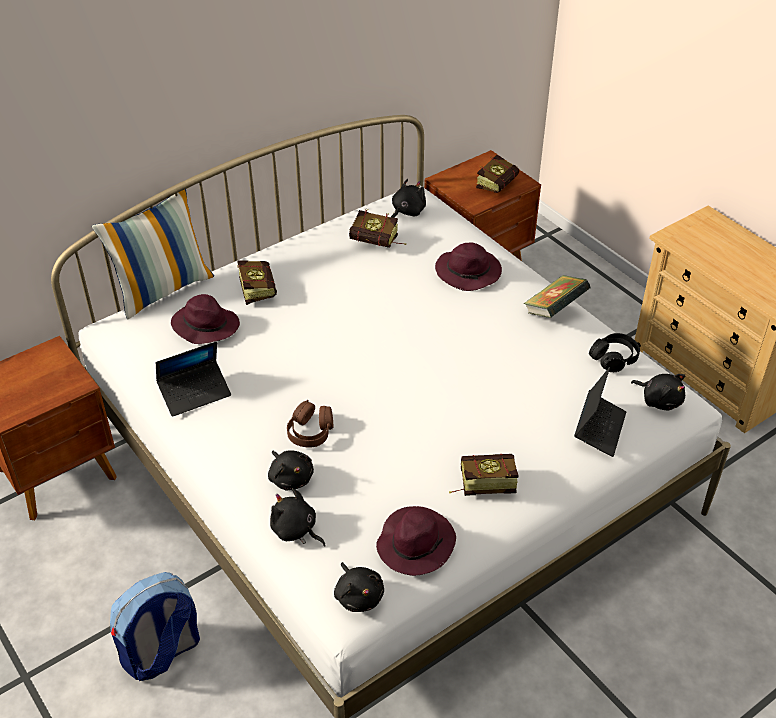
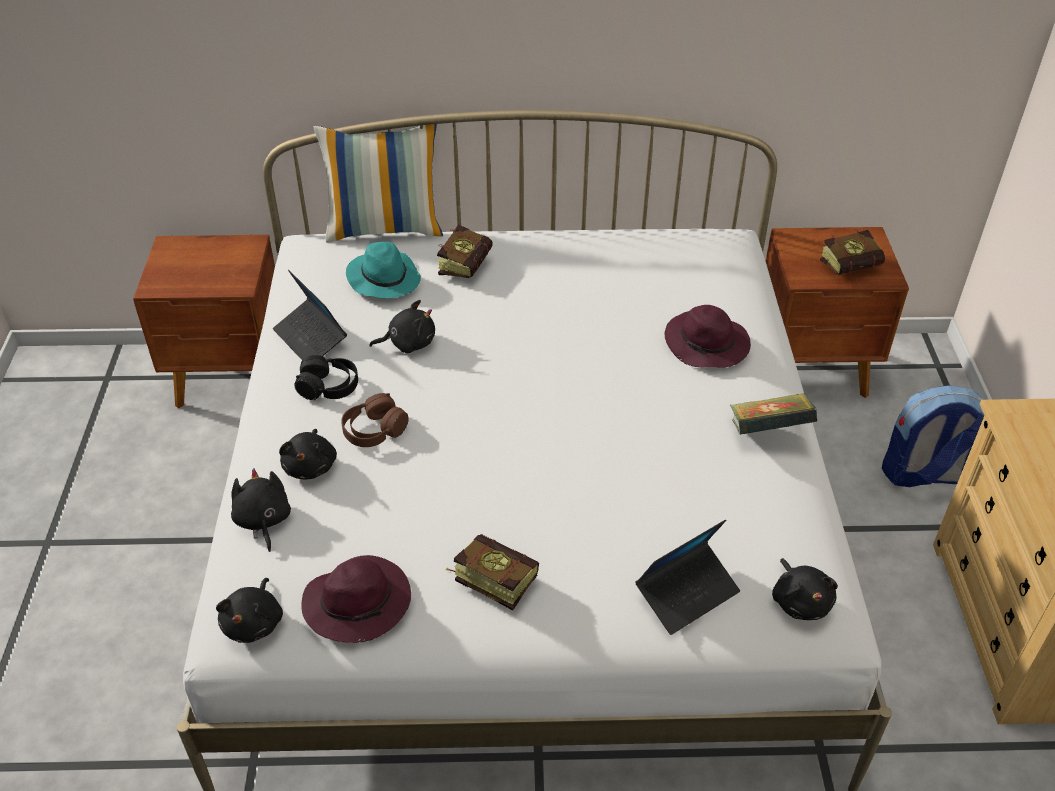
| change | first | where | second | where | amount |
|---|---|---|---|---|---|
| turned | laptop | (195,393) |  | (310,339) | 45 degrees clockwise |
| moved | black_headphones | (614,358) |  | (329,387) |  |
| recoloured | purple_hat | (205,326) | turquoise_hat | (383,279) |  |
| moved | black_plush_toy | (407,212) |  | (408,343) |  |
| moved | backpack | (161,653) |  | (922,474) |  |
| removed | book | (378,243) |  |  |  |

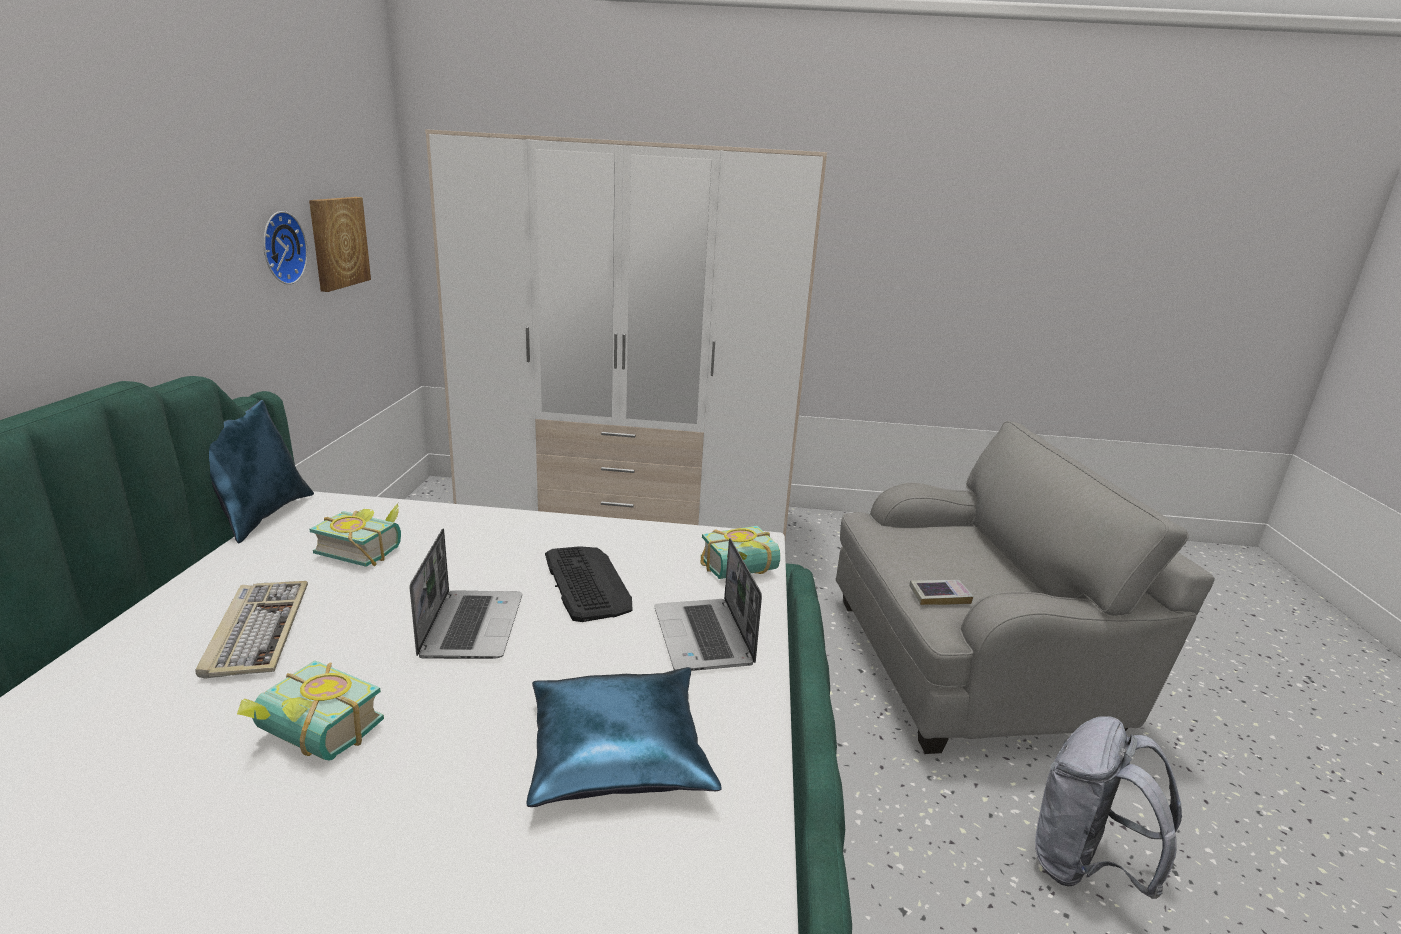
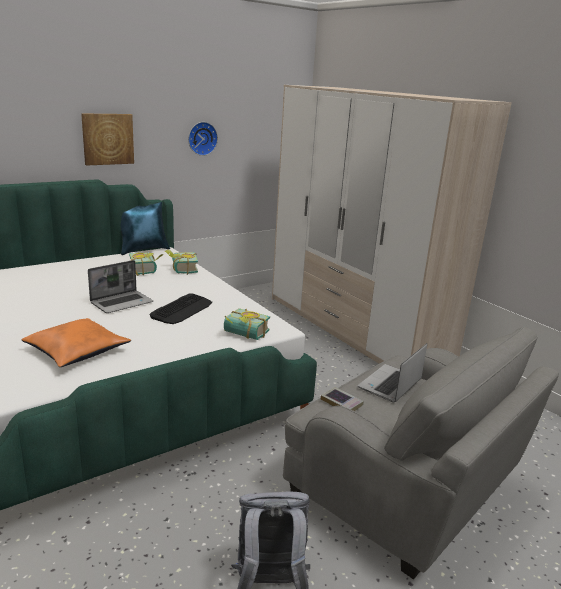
| change | first | where | second | where | amount |
|---|---|---|---|---|---|
| recoloured | blue_pillow | (618,751) | orange_pillow | (77,351) |  |
| moved | picture | (338,242) |  | (108,139) |  |
| moved | book | (312,738) |  | (181,270) |  |
| moved | laptop | (704,637) |  | (390,385) |  |
| removed | keyboard | (257,630) |  |  |  |

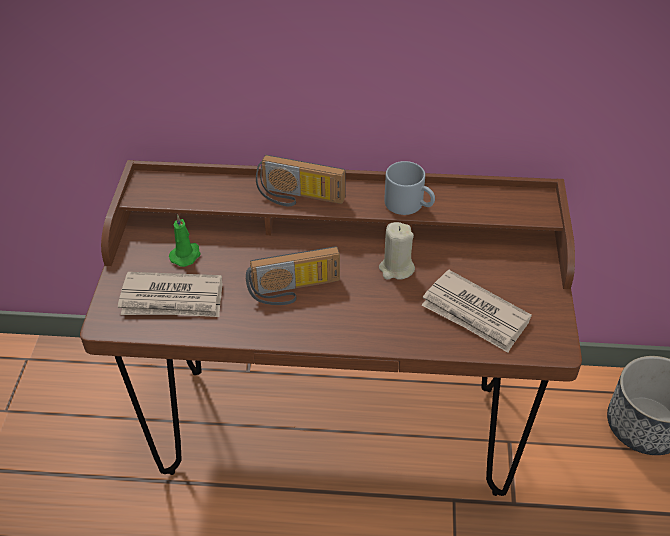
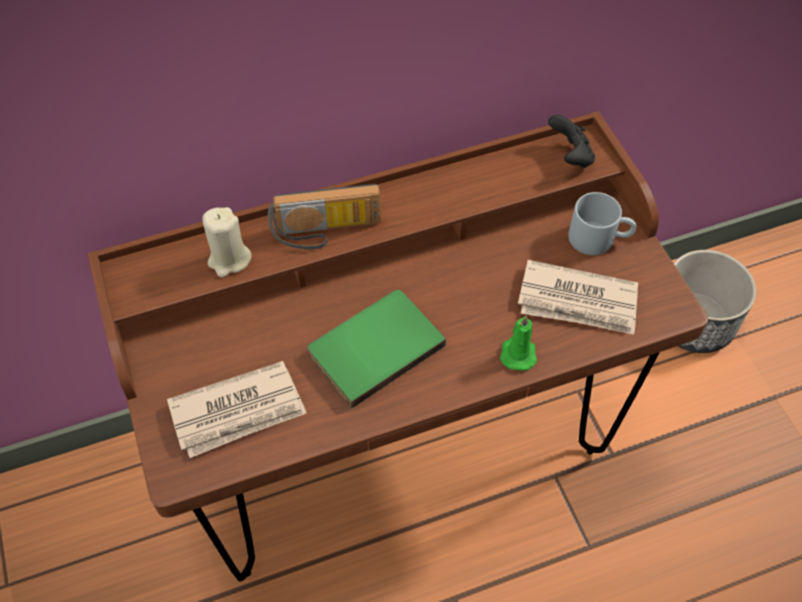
| change | first | where | second | where | amount |
|---|---|---|---|---|---|
| moved | beige_candle | (396,268) |  | (229,259) |  |
| replaced | radio | (294,291) | green_book | (373,347) |  |
| moved | green_candle | (186,255) |  | (518,352) |  |
| added |  |  | black_game_controller | (570,156) |  |
| moved | grey_mug | (410,204) |  | (599,238) |  |

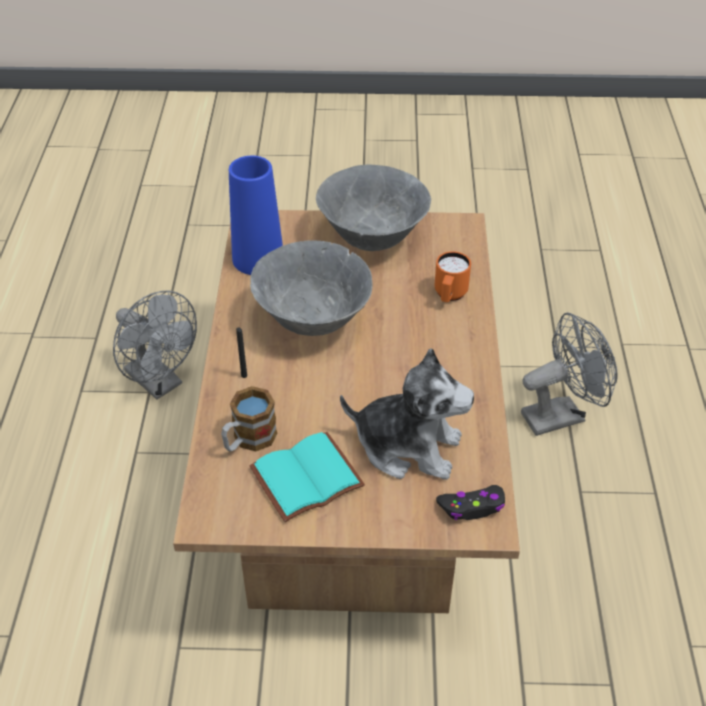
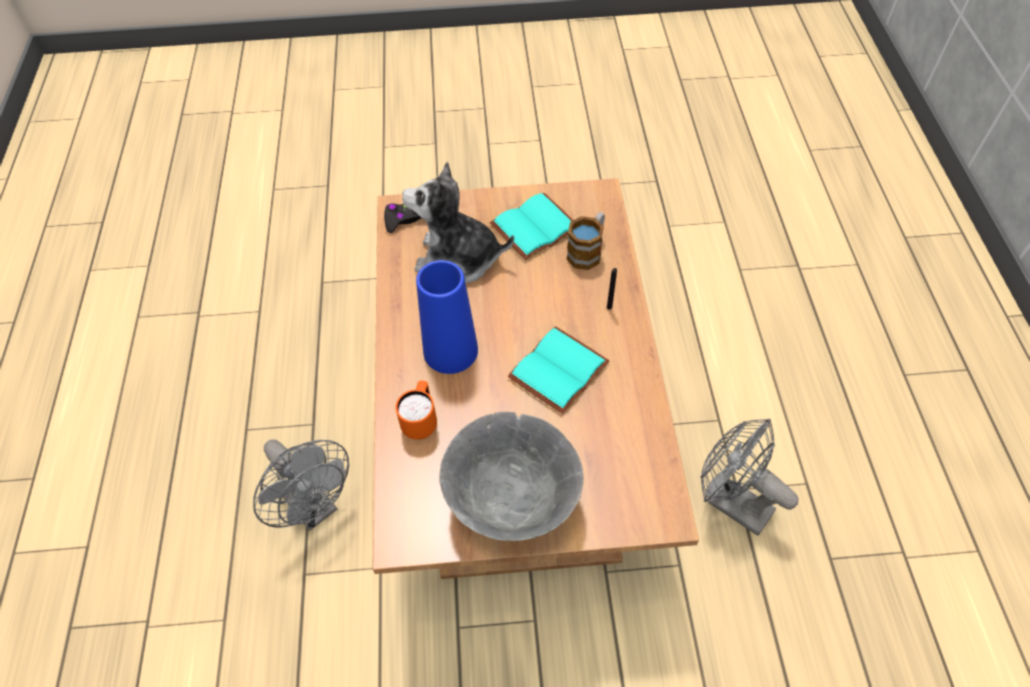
| change | first | where | second | where | amount |
|---|---|---|---|---|---|
| turned | grey_fan | (561,414) |  | (315,507) | 105 degrees counterclockwise |
| moved | blue_vase | (258,258) |  | (450,350) |  |
| replaced | grey_bowl | (312,322) | turquoise_book | (559,372) |  |

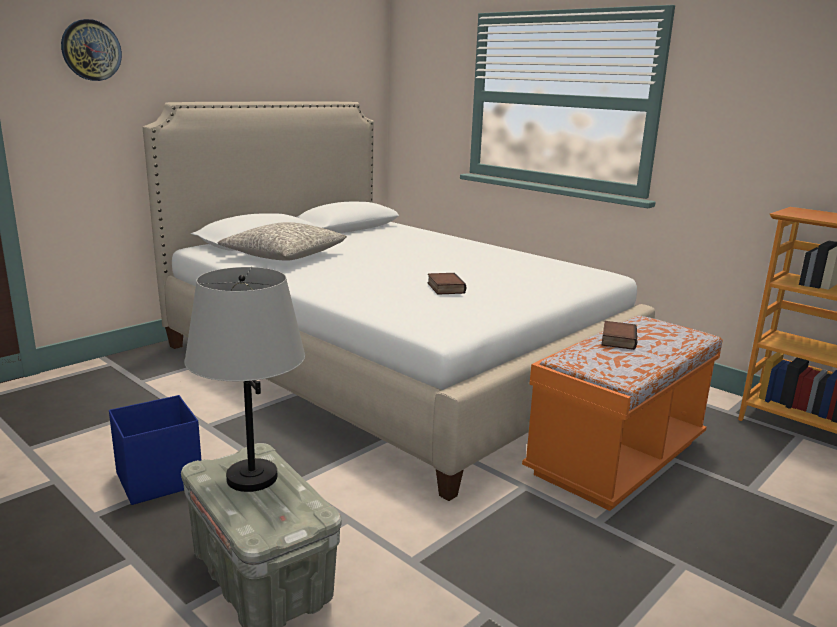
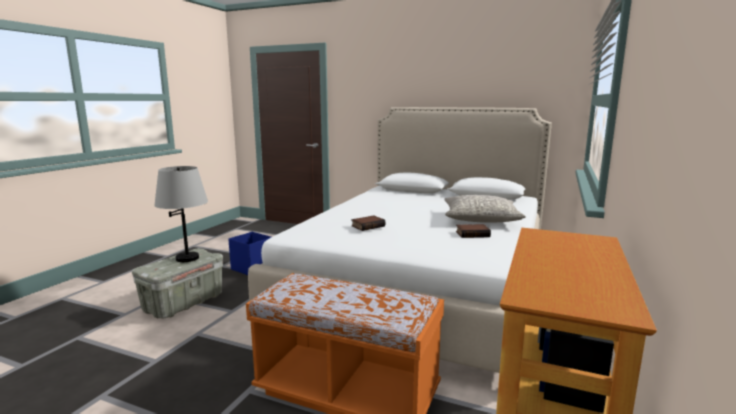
| change | first | where | second | where | amount |
|---|---|---|---|---|---|
| moved | grey_pillow | (284,255) |  | (480,219) |  |
| moved | book | (617,339) |  | (473,234) |  |
| removed | wall_clock | (91,50) |  |  |  |

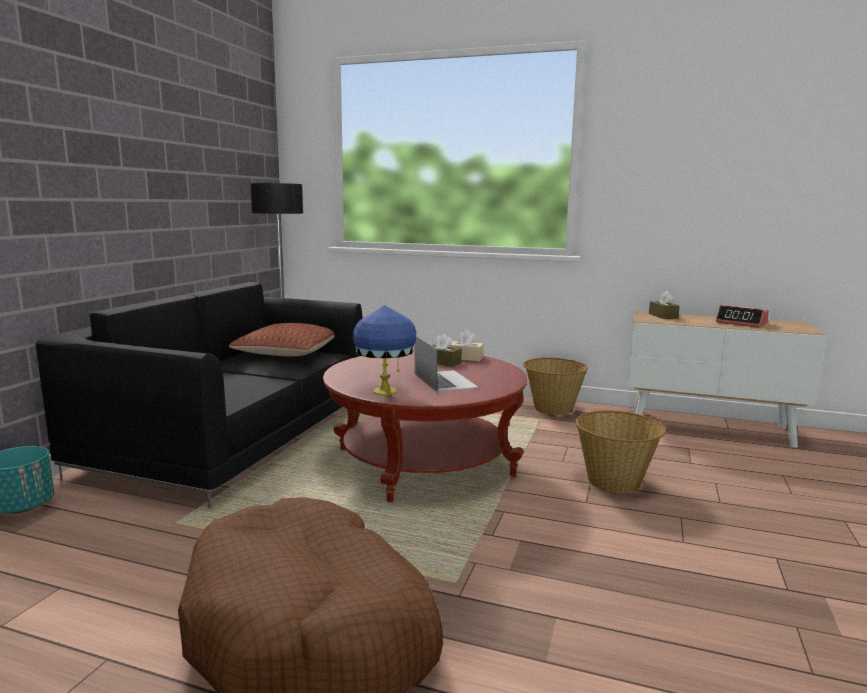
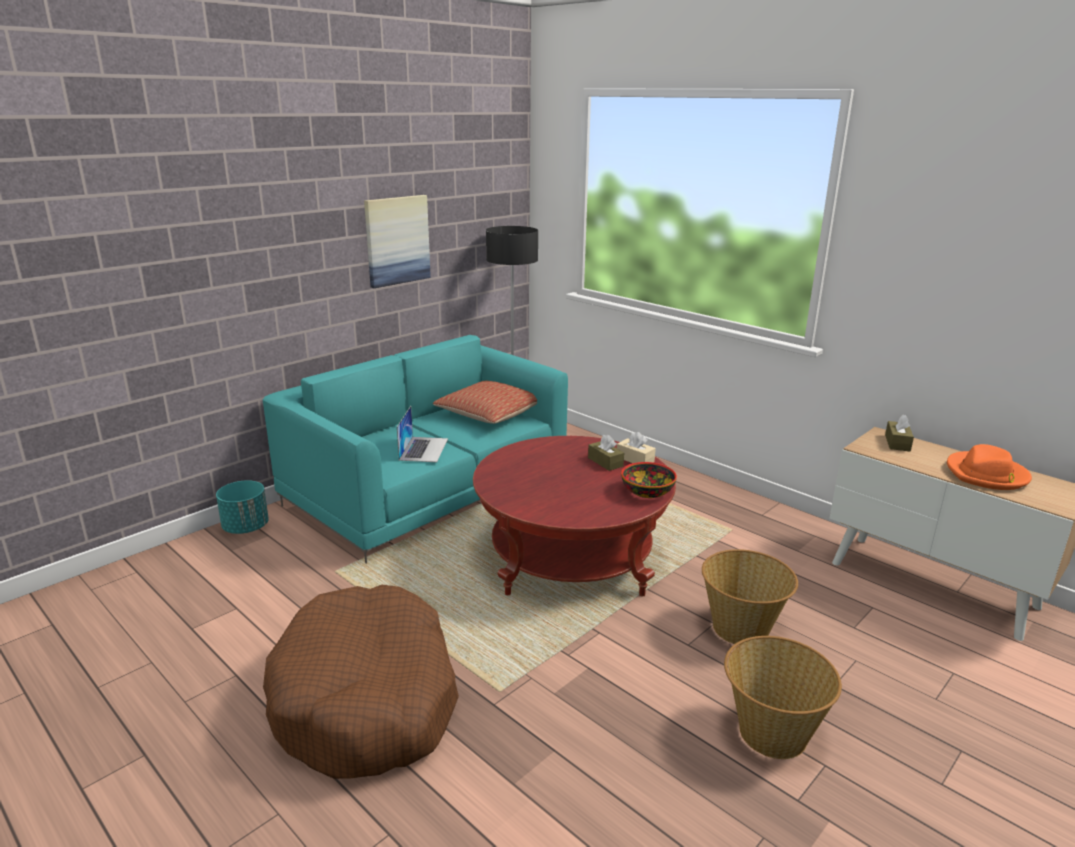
| change | first | where | second | where | amount |
|---|---|---|---|---|---|
| recoloured | black_sofa | (232,437) | turquoise_sofa | (428,488) |  |
| added |  |  | picture | (397,240) |  |
| moved | laptop | (445,380) |  | (424,449) |  |
| added |  |  | bowl | (648,492) |  |
| moved | basket | (552,408) |  | (771,732) |  |
| replaced | alarm_clock | (741,323) | orange_hat | (986,474) |  |
| removed | blue_table_lamp | (385,392) |  |  |  |

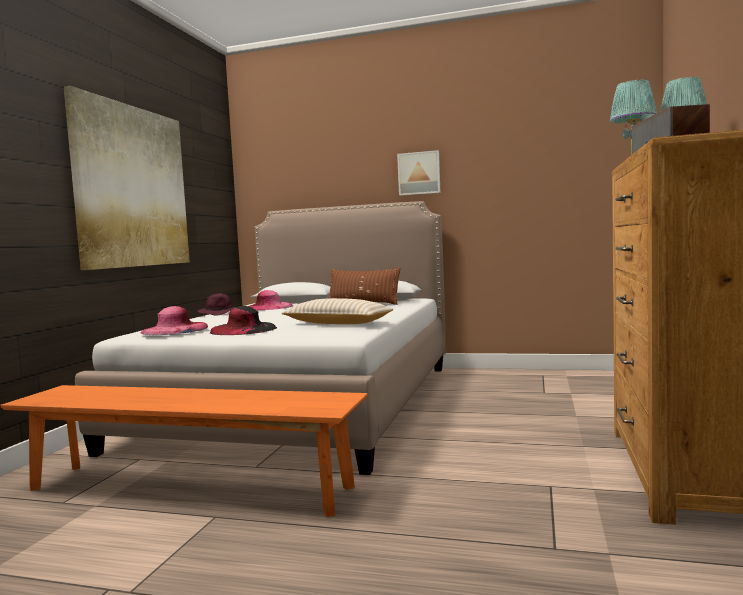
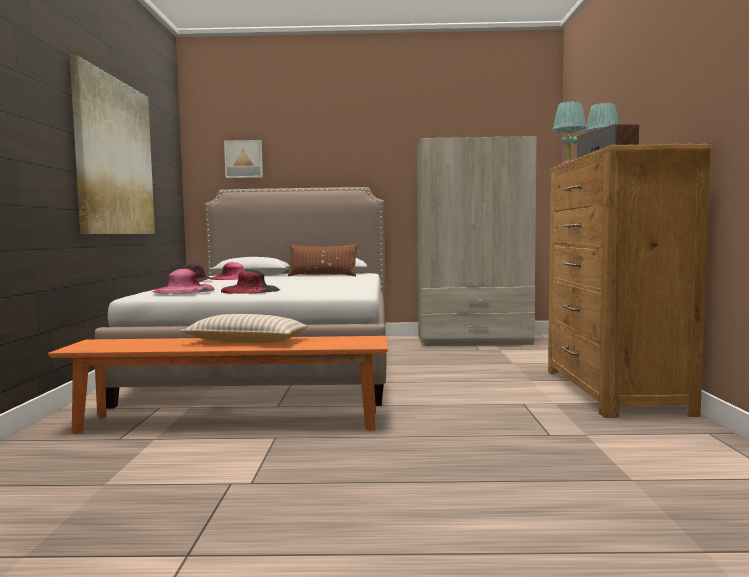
| change | first | where | second | where | amount |
|---|---|---|---|---|---|
| moved | beige_pillow | (337,323) |  | (246,342) |  |
| moved | picture | (419,173) |  | (244,159) |  |
| added |  |  | beige_wardrobe | (474,340) |  |

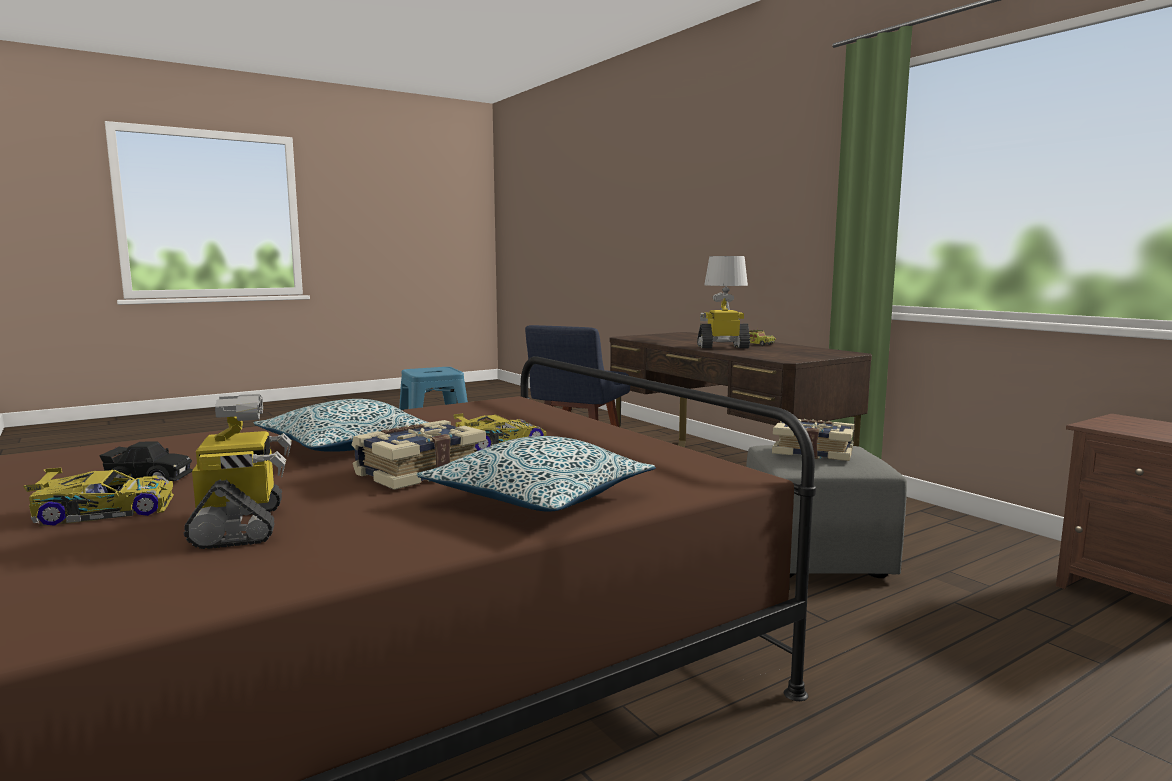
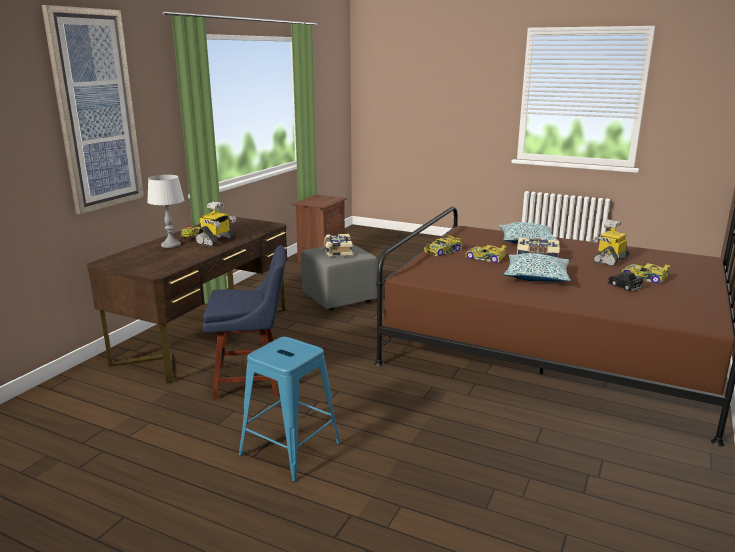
| change | first | where | second | where | amount |
|---|---|---|---|---|---|
| added |  |  | picture | (95,111) |  |
| turned | toy_robot | (723,347) |  | (216,241) | 120 degrees counterclockwise |
| added |  |  | toy_car | (443,251) |  |

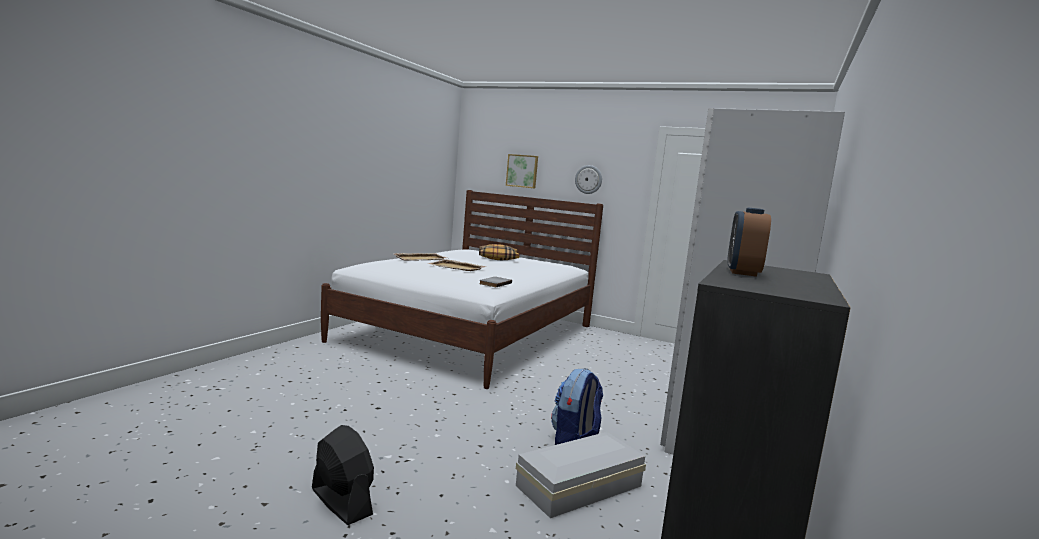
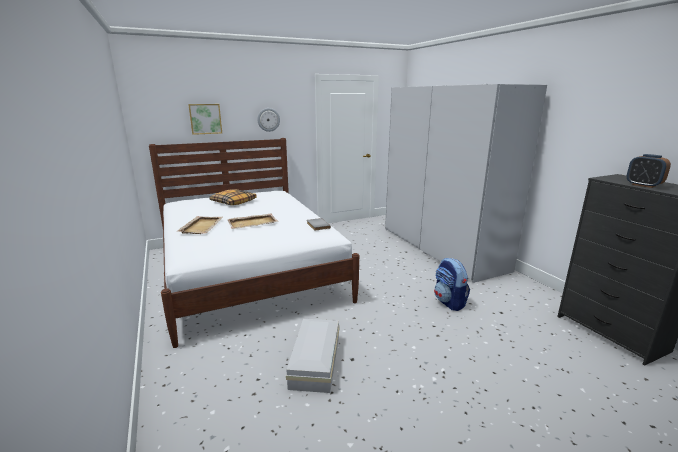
| change | first | where | second | where | amount |
|---|---|---|---|---|---|
| moved | white_storage_box | (577,485) |  | (314,362) |  |
| removed | black_fan | (341,501) |  |  |  |

